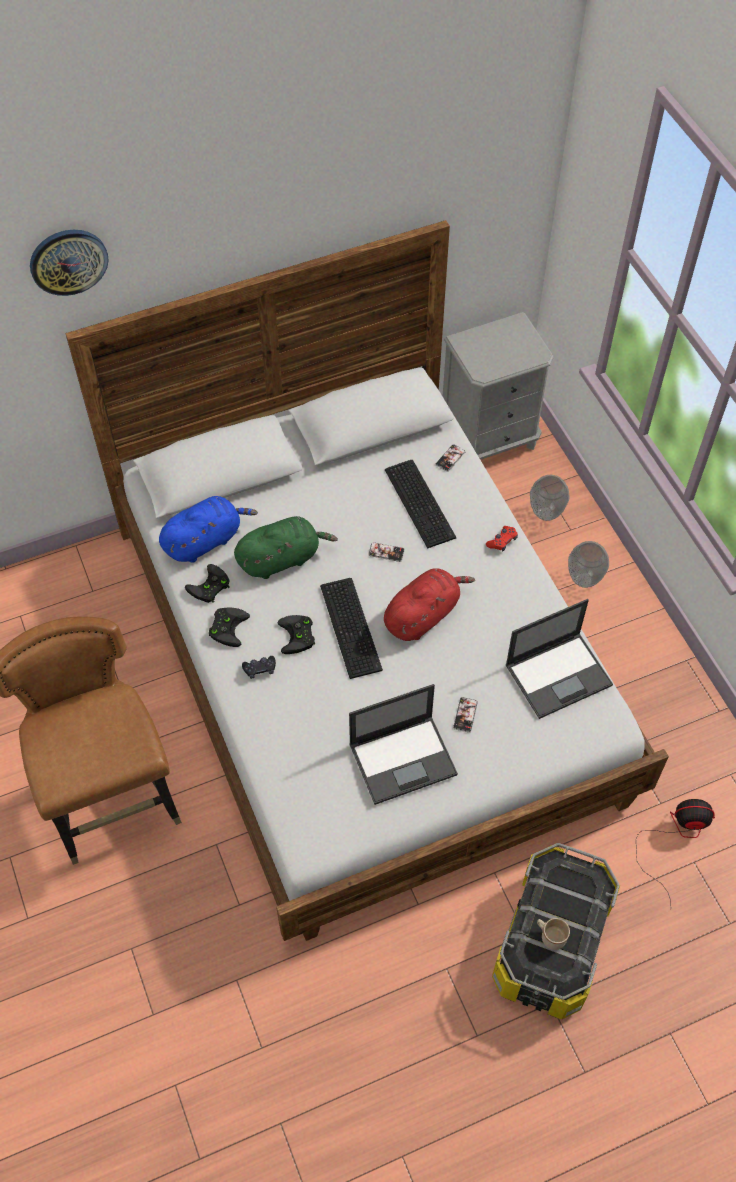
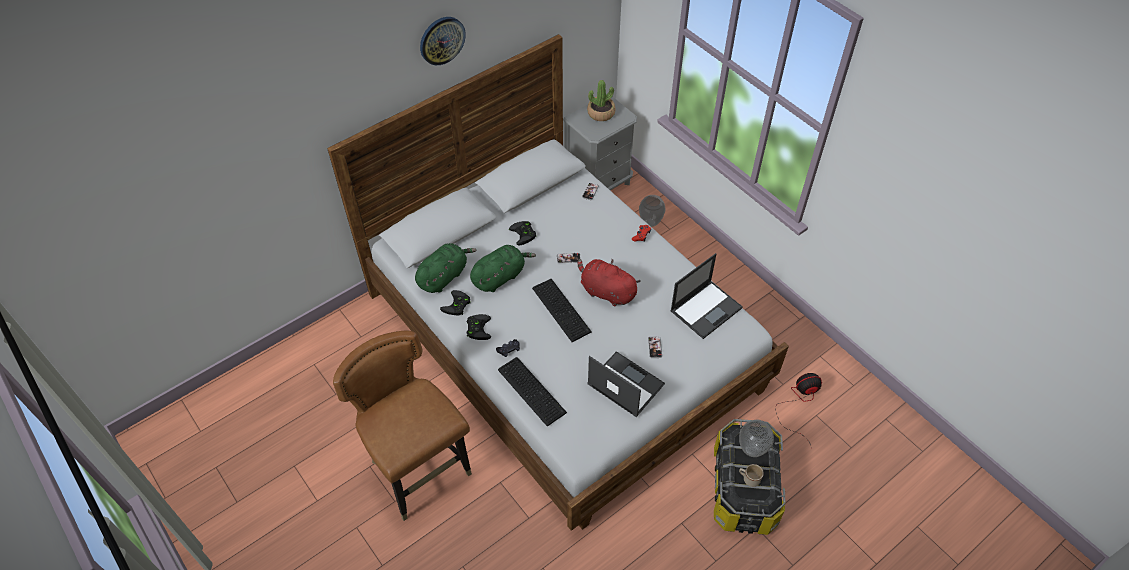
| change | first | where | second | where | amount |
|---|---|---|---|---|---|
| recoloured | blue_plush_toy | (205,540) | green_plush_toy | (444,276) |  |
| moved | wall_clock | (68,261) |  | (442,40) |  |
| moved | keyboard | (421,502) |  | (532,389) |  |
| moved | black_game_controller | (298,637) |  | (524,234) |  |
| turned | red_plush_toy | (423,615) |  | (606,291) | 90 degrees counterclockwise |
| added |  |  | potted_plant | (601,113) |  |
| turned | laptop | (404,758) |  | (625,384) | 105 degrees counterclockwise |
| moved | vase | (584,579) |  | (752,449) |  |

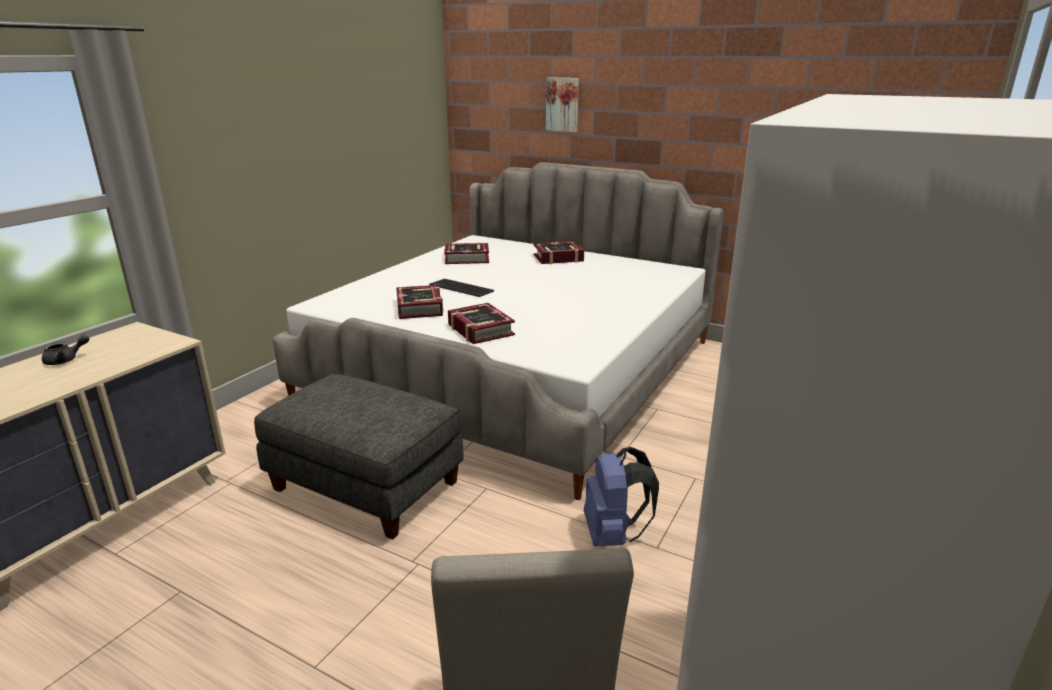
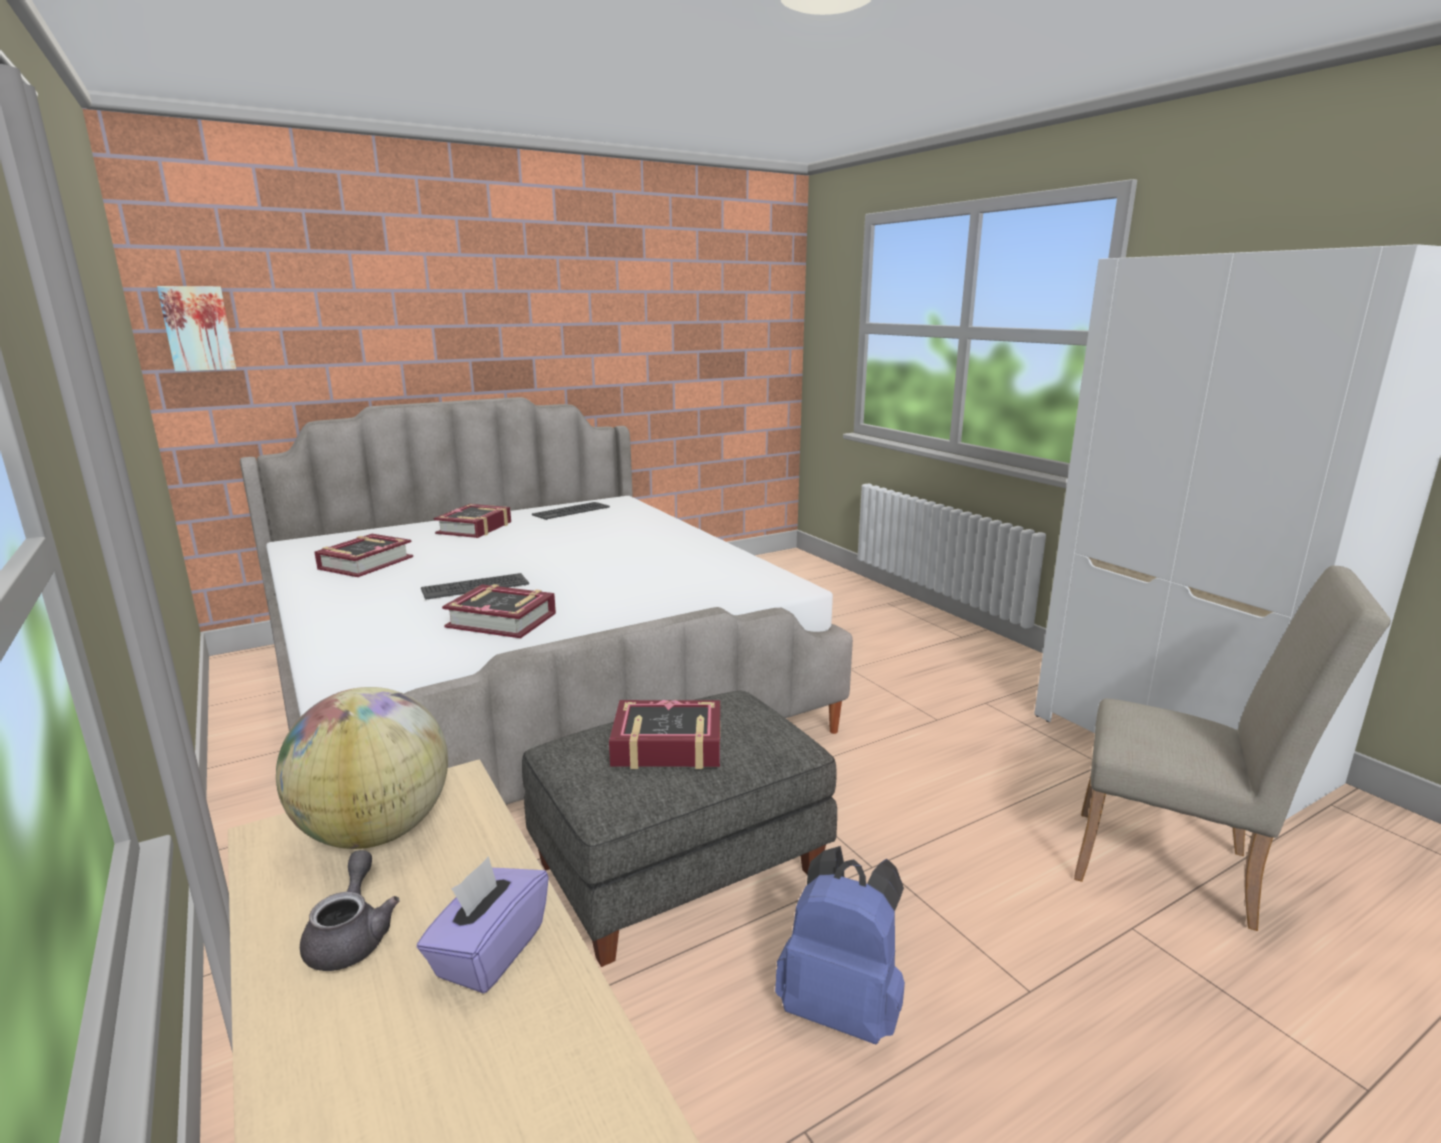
| change | first | where | second | where | amount |
|---|---|---|---|---|---|
| moved | picture | (562,104) |  | (198,328) |  |
| added |  |  | globe | (376,831) |  |
| added |  |  | purple_tissue_box | (489,951) |  |
| added |  |  | keyboard | (571,511) |  |
| moved | book | (480,330) |  | (667,745) |  |
| moved | blue_backpack | (613,535) |  | (842,1007) |  |

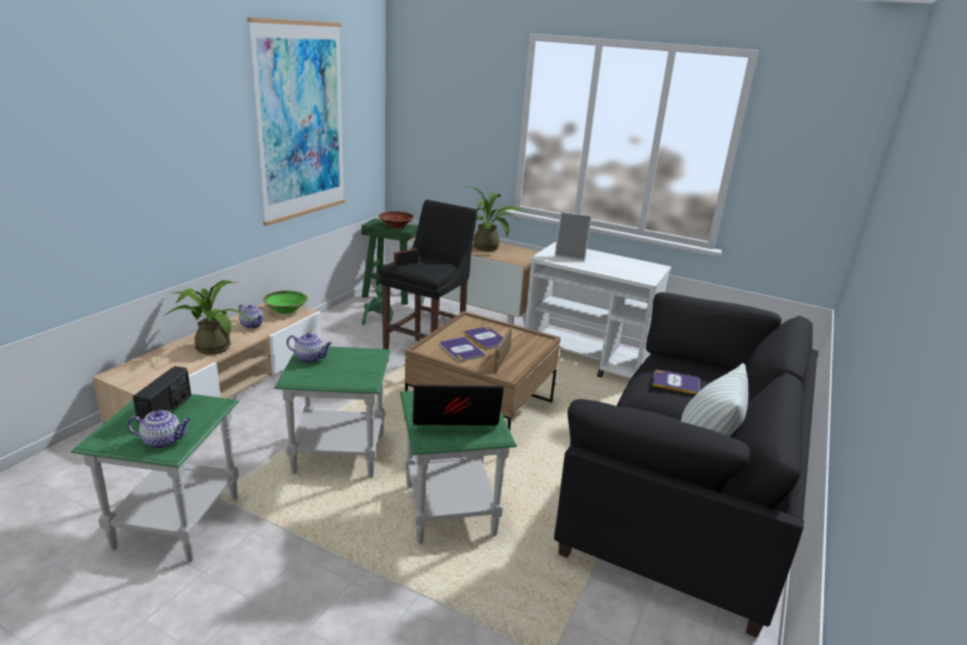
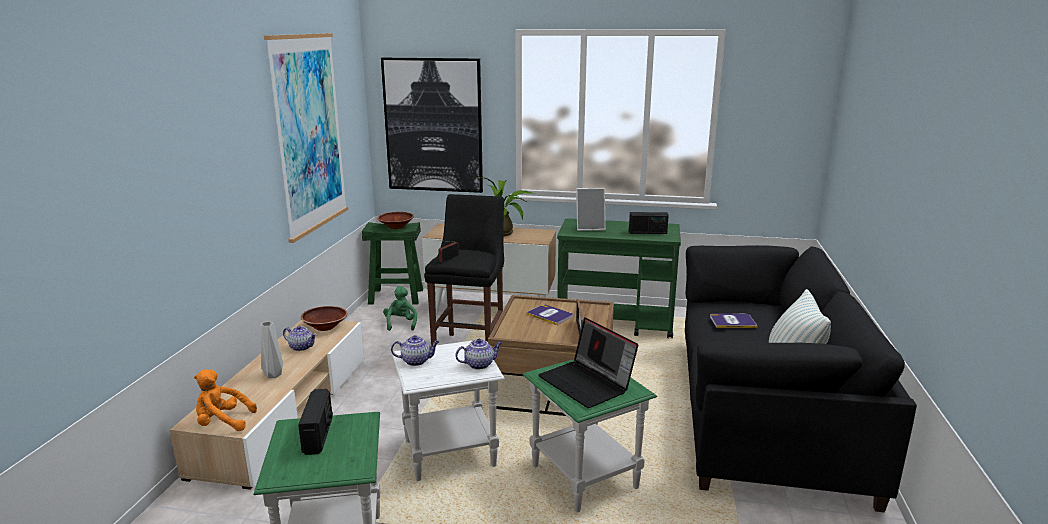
| change | first | where | second | where | amount |
|---|---|---|---|---|---|
| added |  |  | orange_plush_toy | (222,423) |  |
| replaced | potted_plant | (210,346) | grey_vase | (274,375) |  |
| recoloured | green_bowl | (286,310) | brown_bowl | (325,327) |  |
| added |  |  | picture | (433,125) |  |
| recoloured | green_side_table | (340,454) | white_side_table | (451,453) |  |
| moved | teapot | (163,441) |  | (480,364) |  |
| turned | laptop | (453,416) |  | (587,383) | 105 degrees counterclockwise |
| recoloured | white_cart | (587,359) | green_cart | (616,323) |  |
| added |  |  | radio | (647,232) |  |
| removed | book | (461,350) |  |  |  |

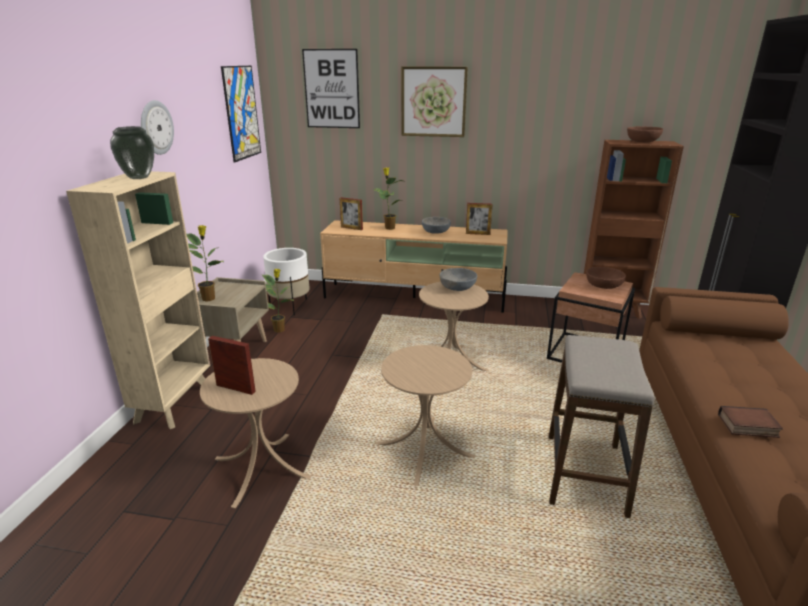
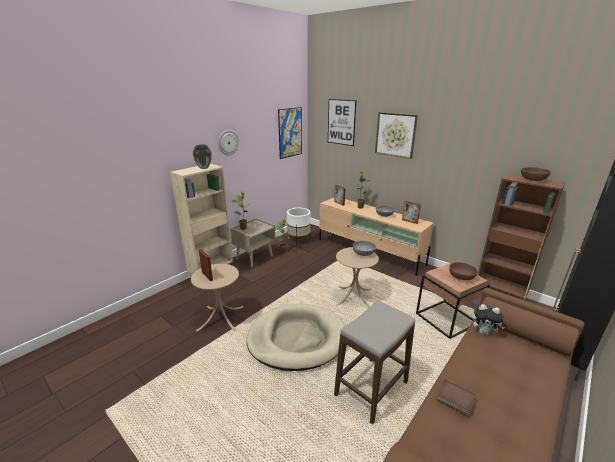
| change | first | where | second | where | amount |
|---|---|---|---|---|---|
| replaced | beige_side_table | (424,450) | beige_dog_bed | (297,339) |  |
| added |  |  | plush_toy | (484,332) |  |

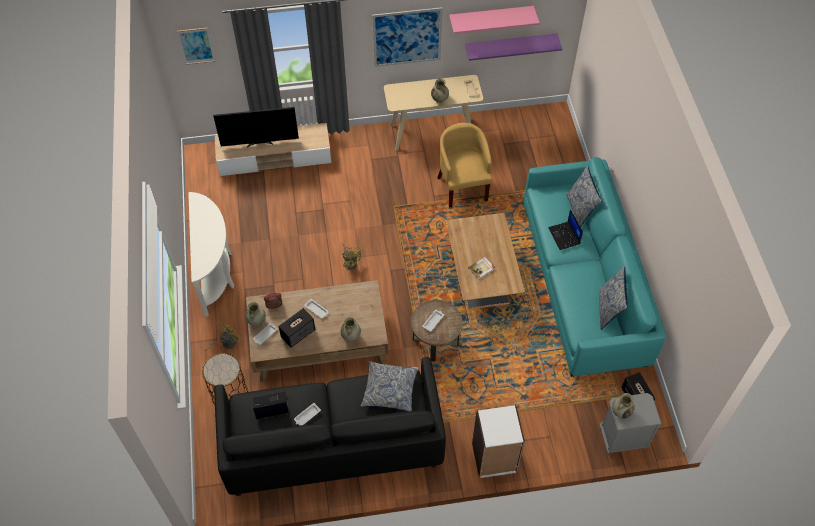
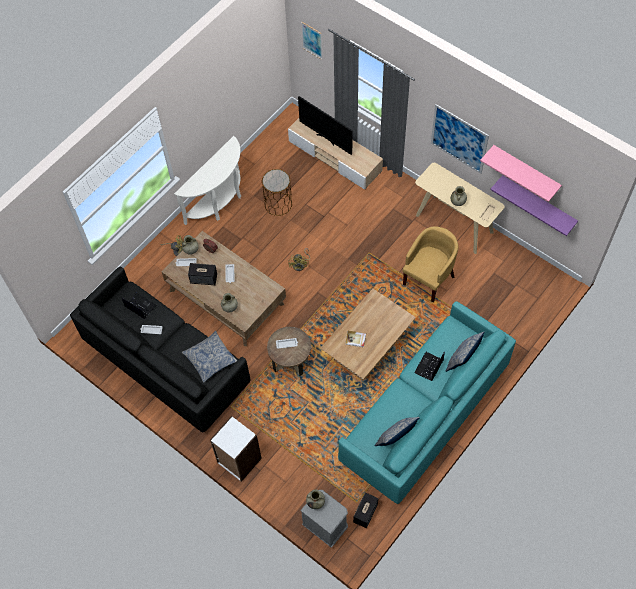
| change | first | where | second | where | amount |
|---|---|---|---|---|---|
| moved | brown_side_table | (229,394) |  | (278,204) |  |

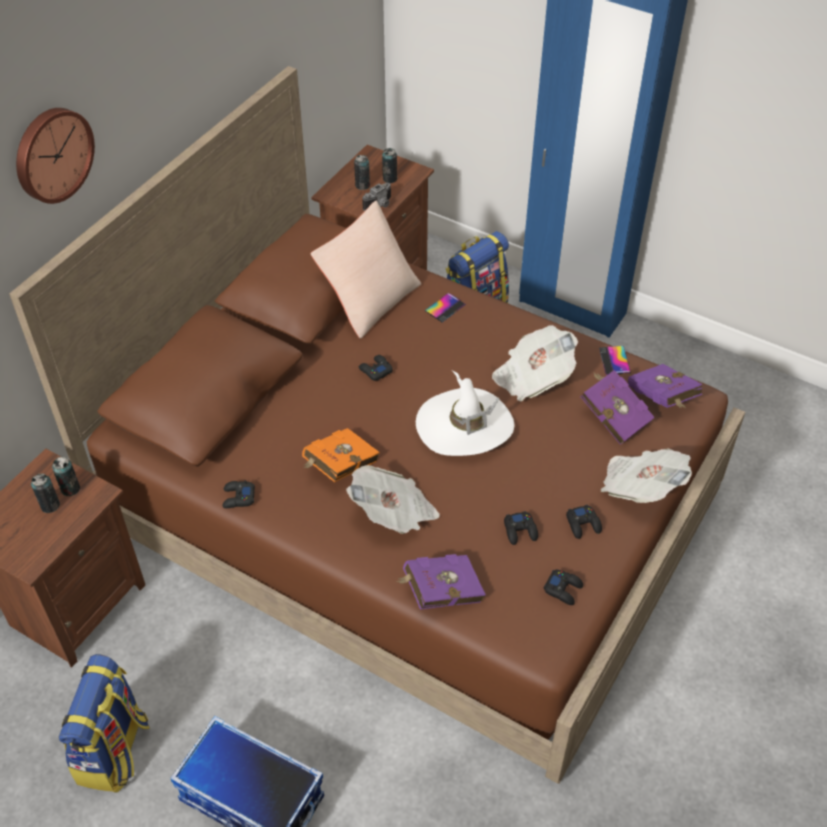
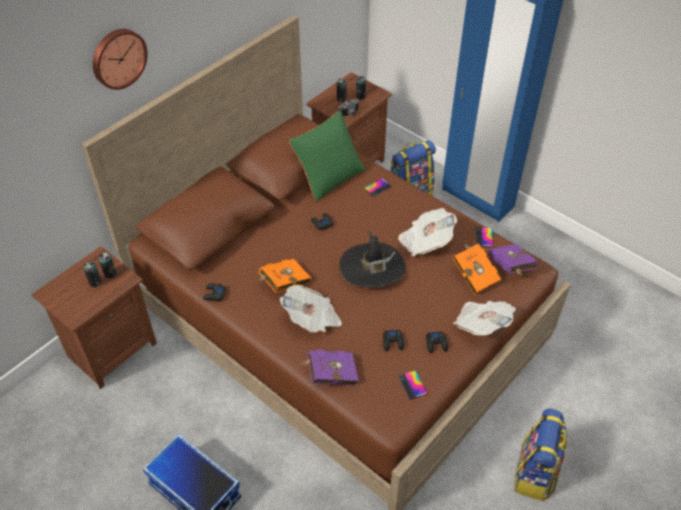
| change | first | where | second | where | amount |
|---|---|---|---|---|---|
| recoloured | beige_pillow | (369,299) | green_pillow | (328,175) |  |
| recoloured | white_hat | (464,426) | black_hat | (372,268) |  |
| replaced | black_game_controller | (563,589) | phone | (412,385) |  |
| recoloured | purple_book | (613,416) | orange_book | (474,275) |  |
| moved | backpack | (114,751) |  | (535,473) |  |

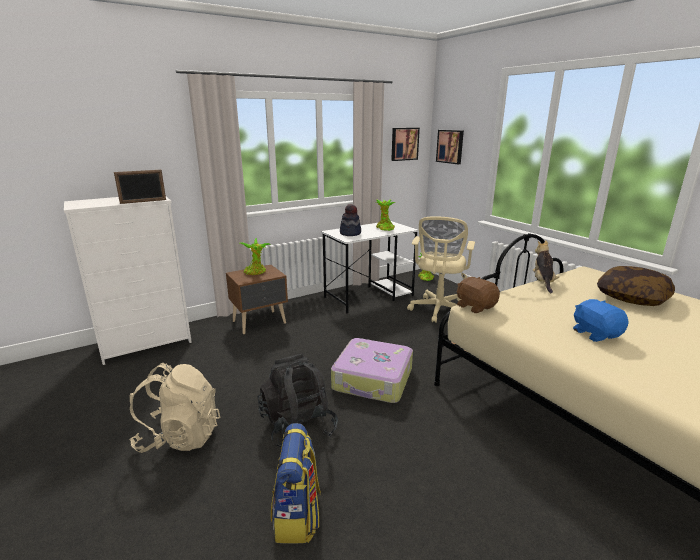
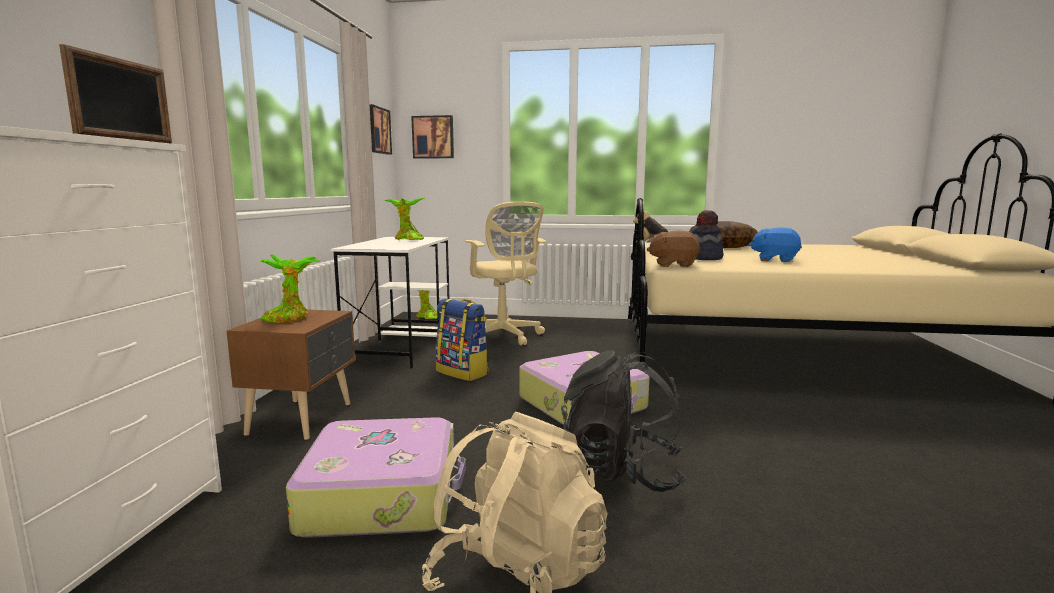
| change | first | where | second | where | amount |
|---|---|---|---|---|---|
| added |  |  | suitcase | (383,494) |  |
| moved | backpack | (297,516) |  | (463,372) |  |
| moved | hat | (350,233) |  | (703,258) |  |

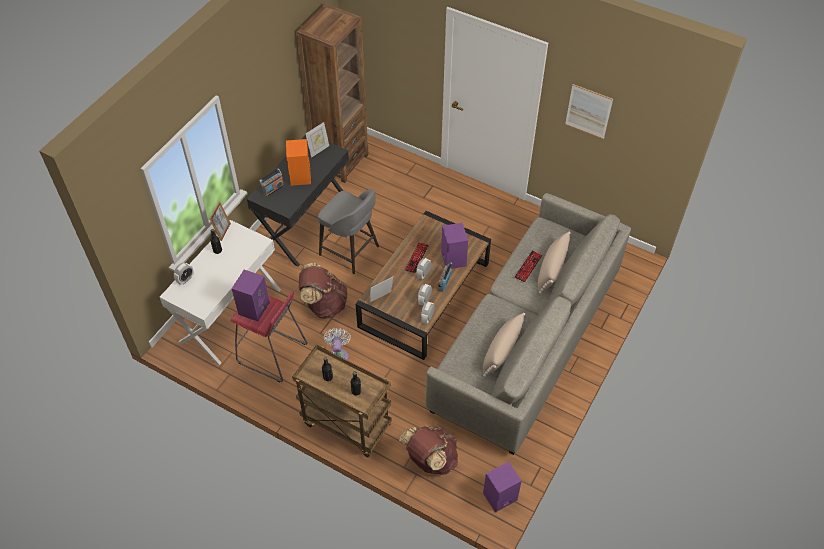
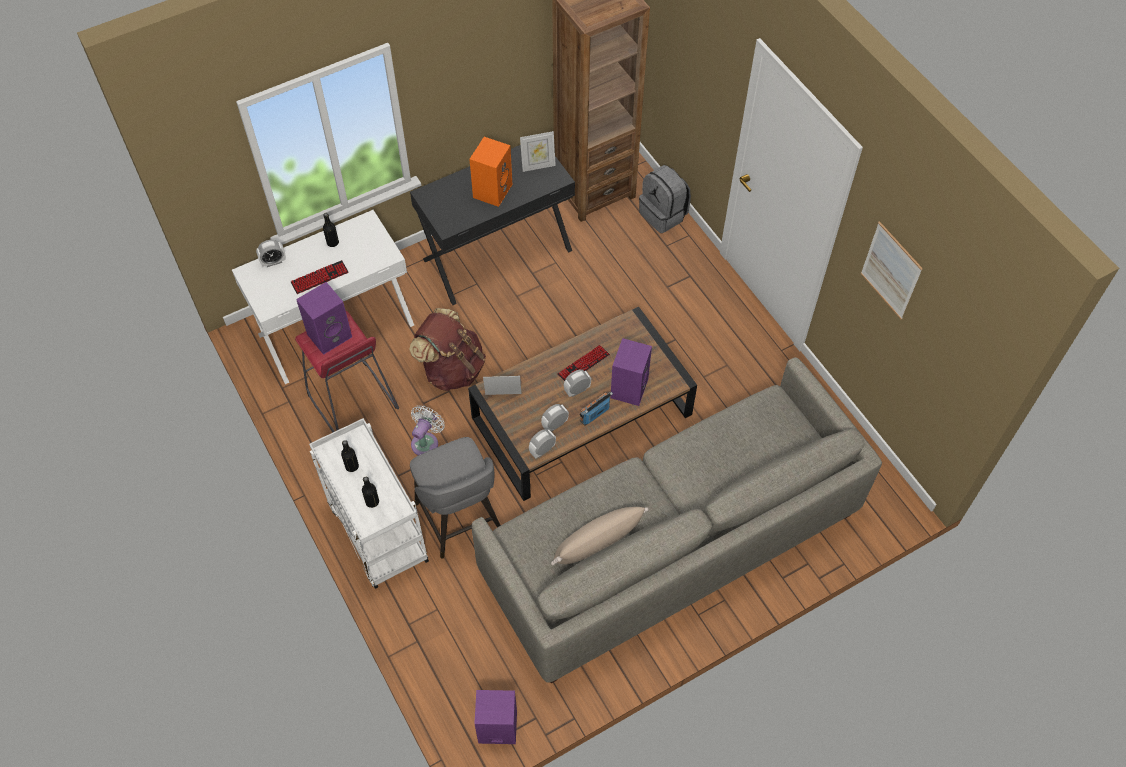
| change | first | where | second | where | amount |
|---|---|---|---|---|---|
| moved | keyboard | (528,266) |  | (319,278) |  |
| recoloured | brown_cart | (345,424) | white_cart | (377,533) |  |
| moved | grey_stool | (350,251) |  | (460,520) |  |
| added |  |  | grey_backpack | (664,215) |  |
| removed | picture_frame | (222,231) |  |  |  |
| removed | radio | (273,189) |  |  |  |
| removed | brown_backpack | (430,460) |  |  |  |
| removed | beige_pillow | (551,270) |  |  |  |

